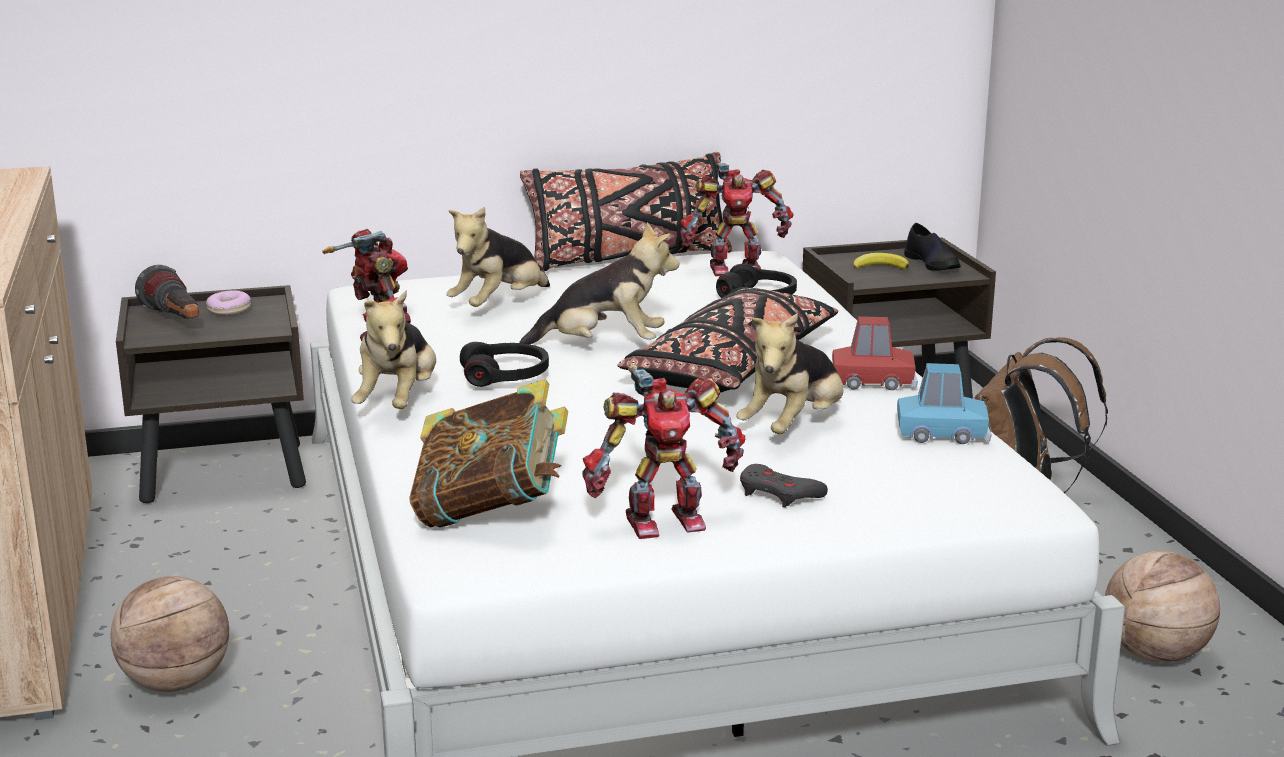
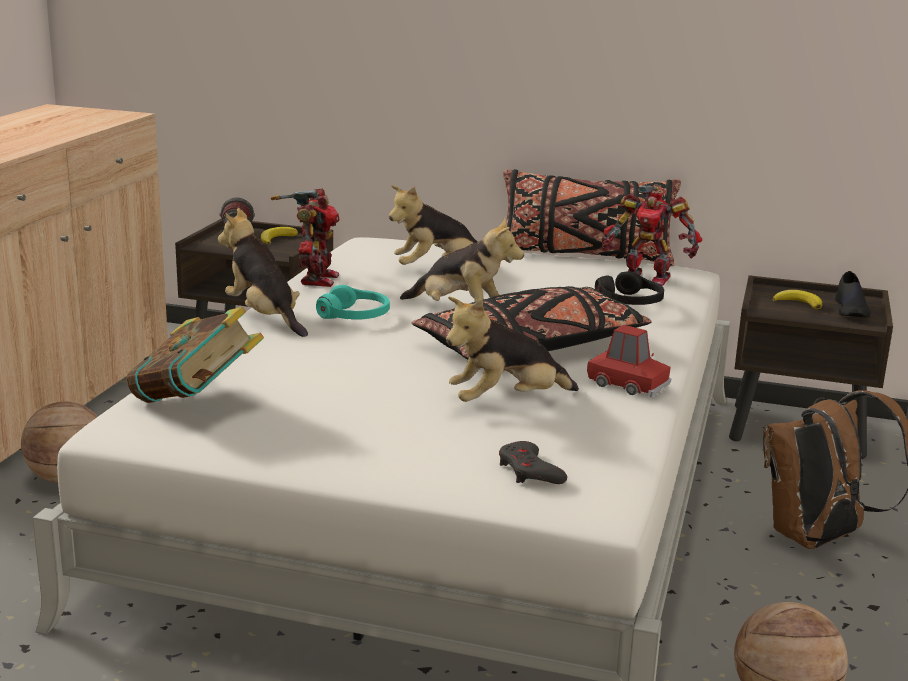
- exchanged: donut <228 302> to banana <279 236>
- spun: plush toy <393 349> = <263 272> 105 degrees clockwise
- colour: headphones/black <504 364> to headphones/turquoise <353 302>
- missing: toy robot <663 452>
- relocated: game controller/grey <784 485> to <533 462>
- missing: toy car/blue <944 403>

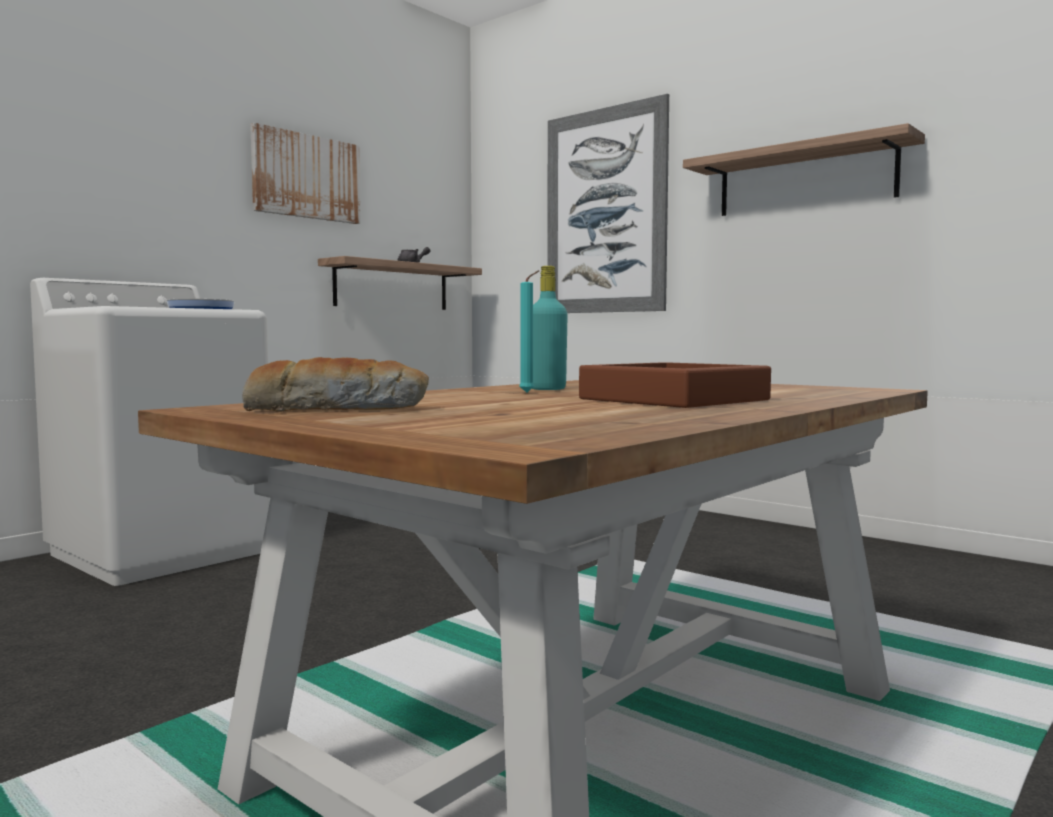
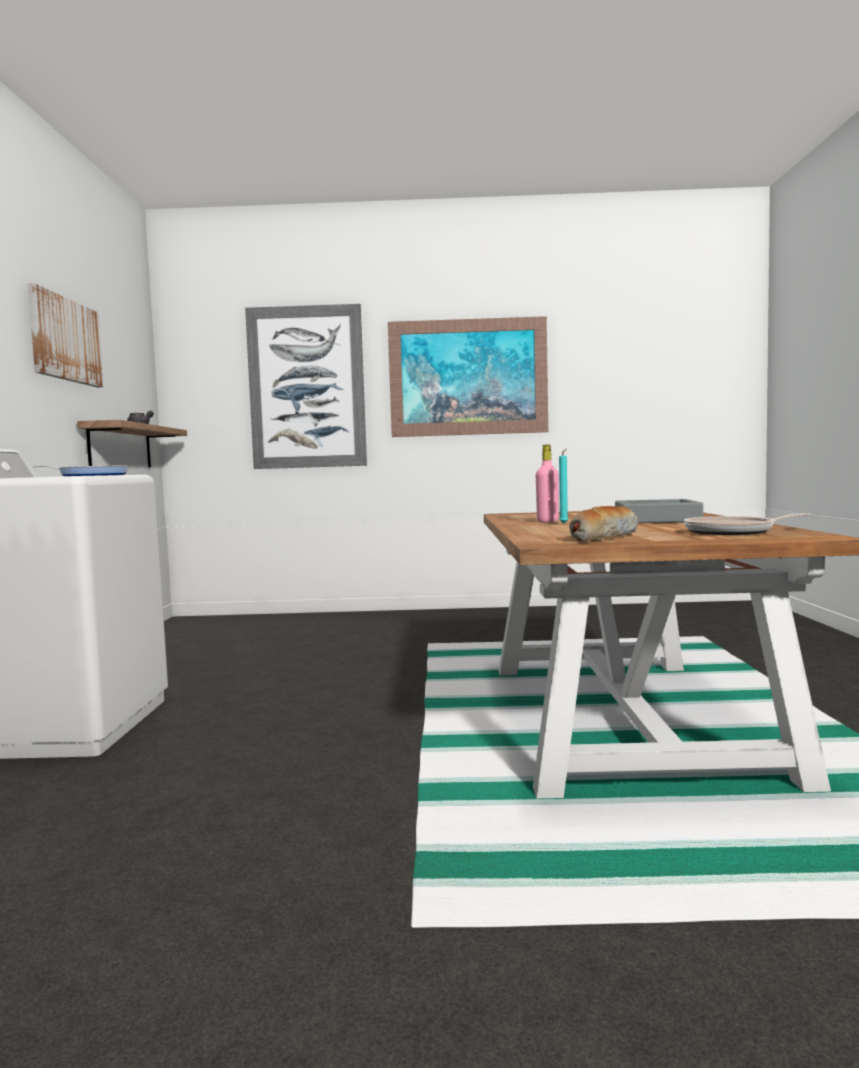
- colour: bottle/turquoise <550 328> to bottle/pink <547 483>
- colour: tray/brown <675 385> to tray/grey <659 511>
- exchanged: shelf <804 169> to picture <468 376>
- appeared: frying pan <748 524>

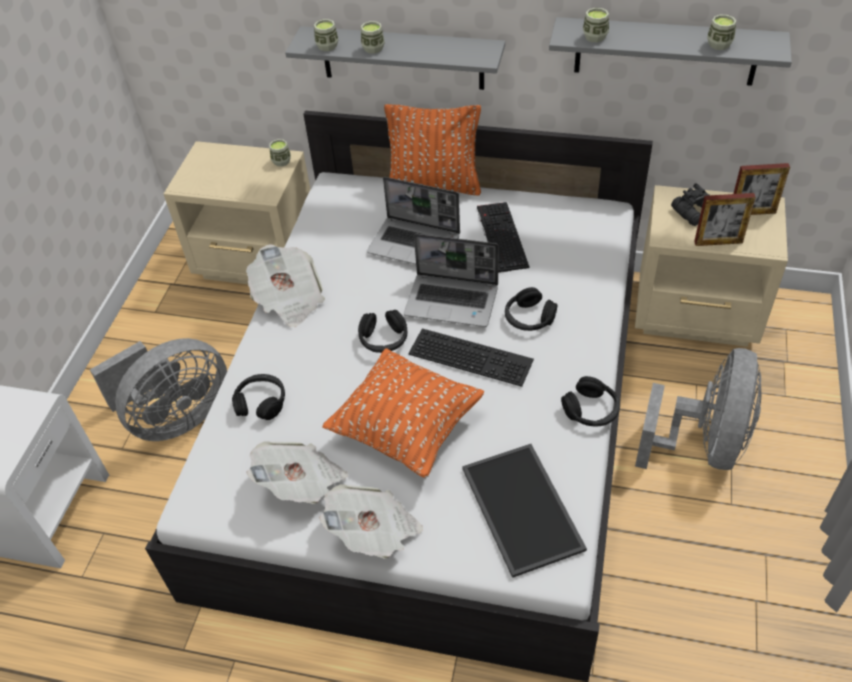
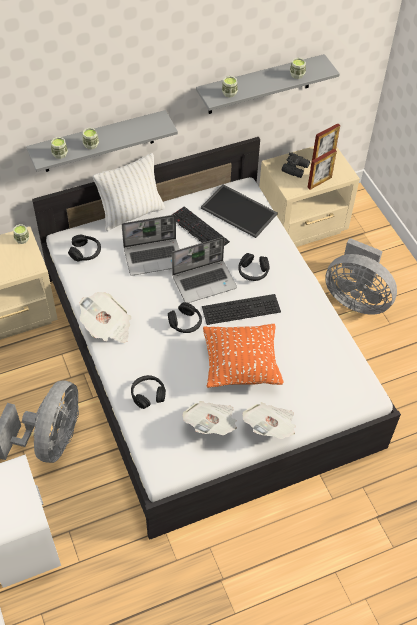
- colour: pillow/orange <432 150> to pillow/white <129 192>
- relocated: tray <524 511> to <239 211>
- relocated: headphones/black <590 401> to <84 248>
- spun: fan/grey <698 409> = <361 276> 135 degrees clockwise

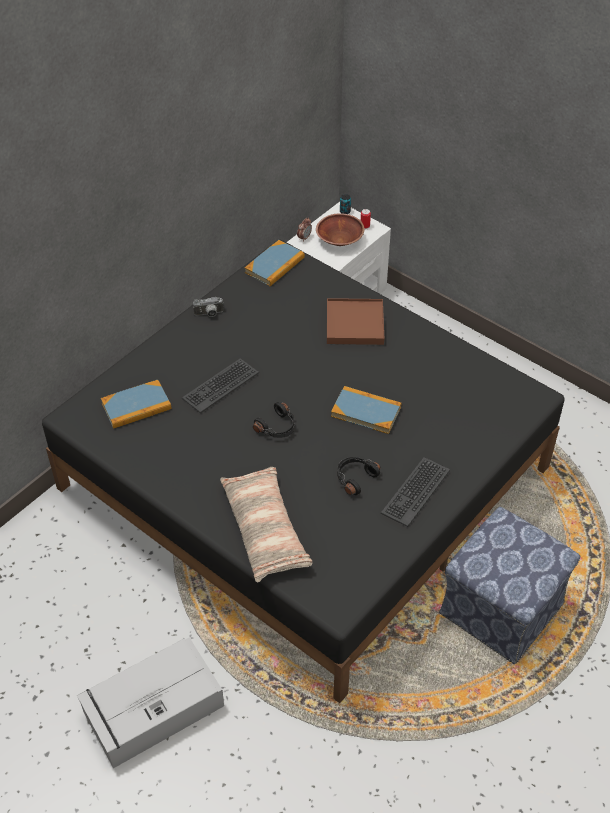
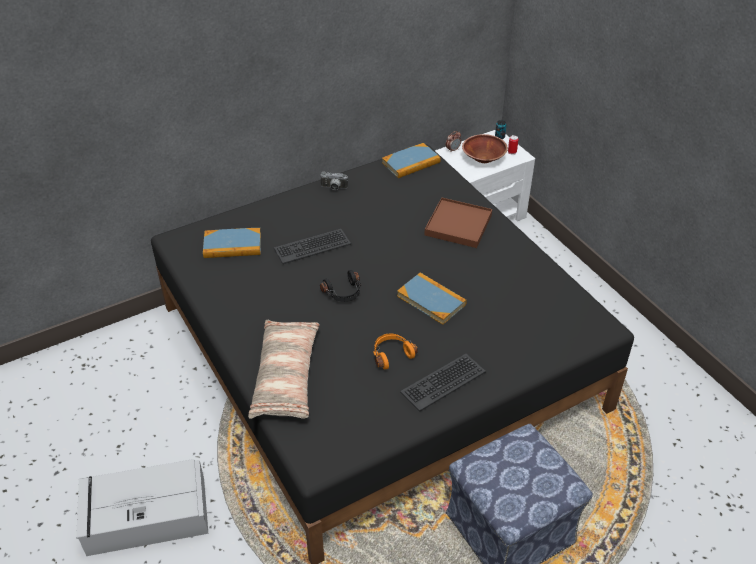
- colour: headphones/black <359 476> to headphones/orange <395 351>

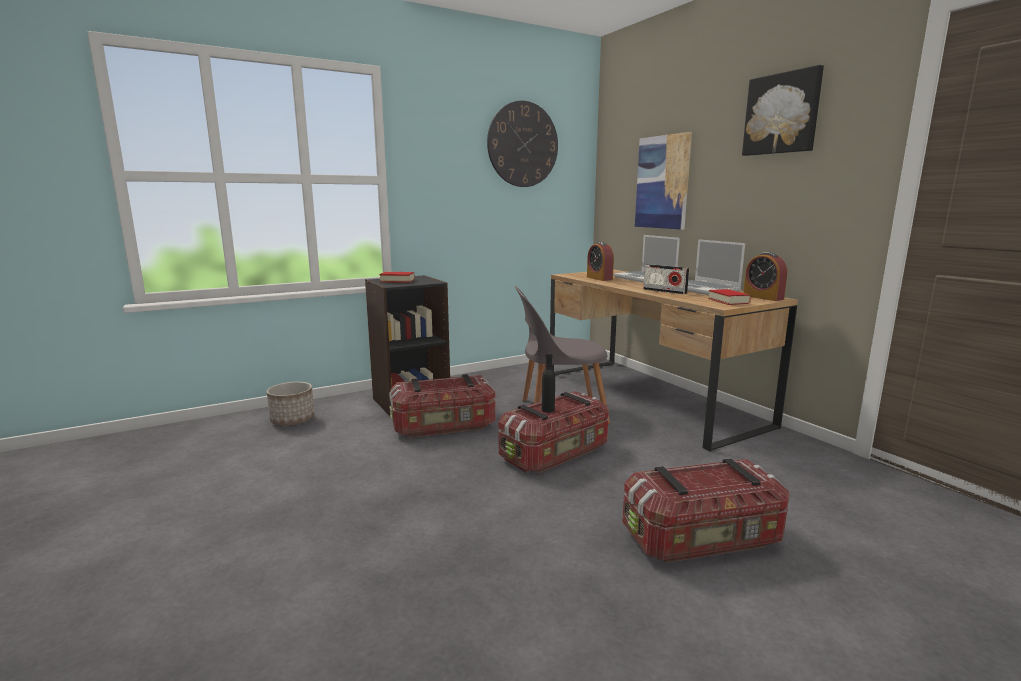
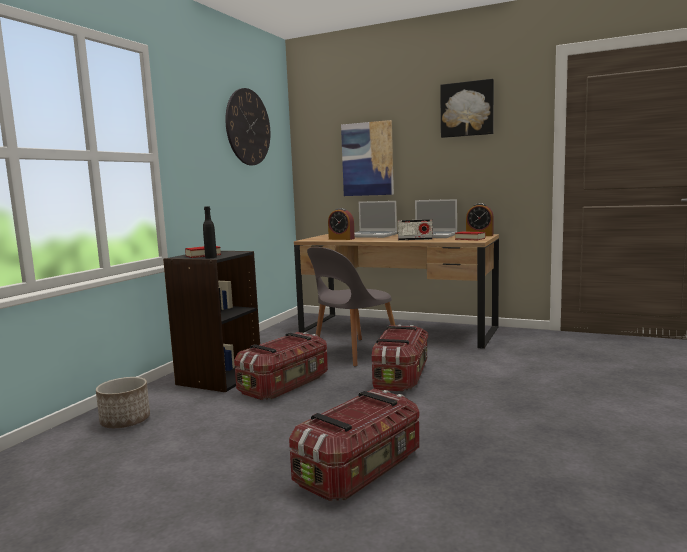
- relocated: bottle/black <548 383> to <210 232>
- relocated: storage box <706 511> to <354 445>

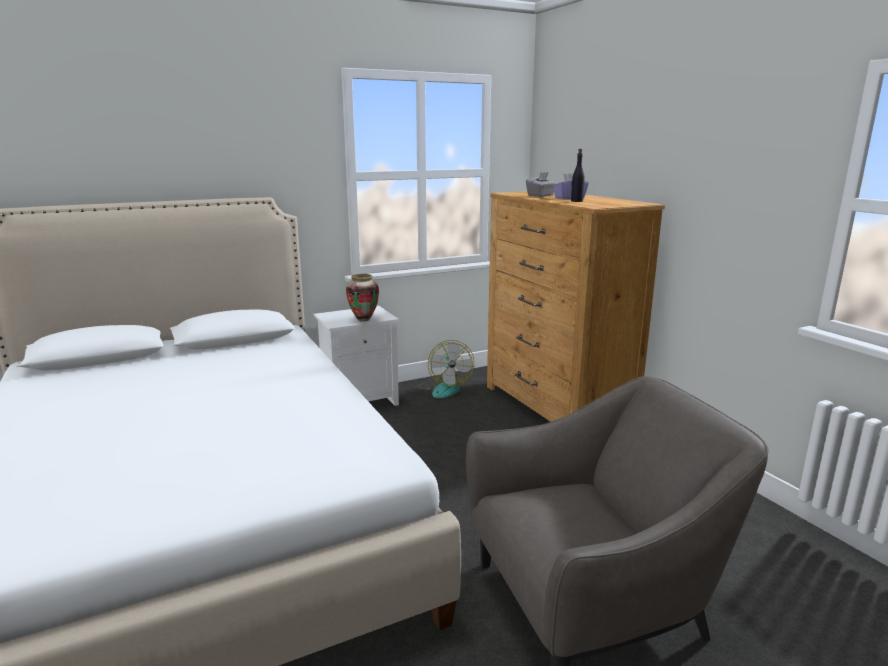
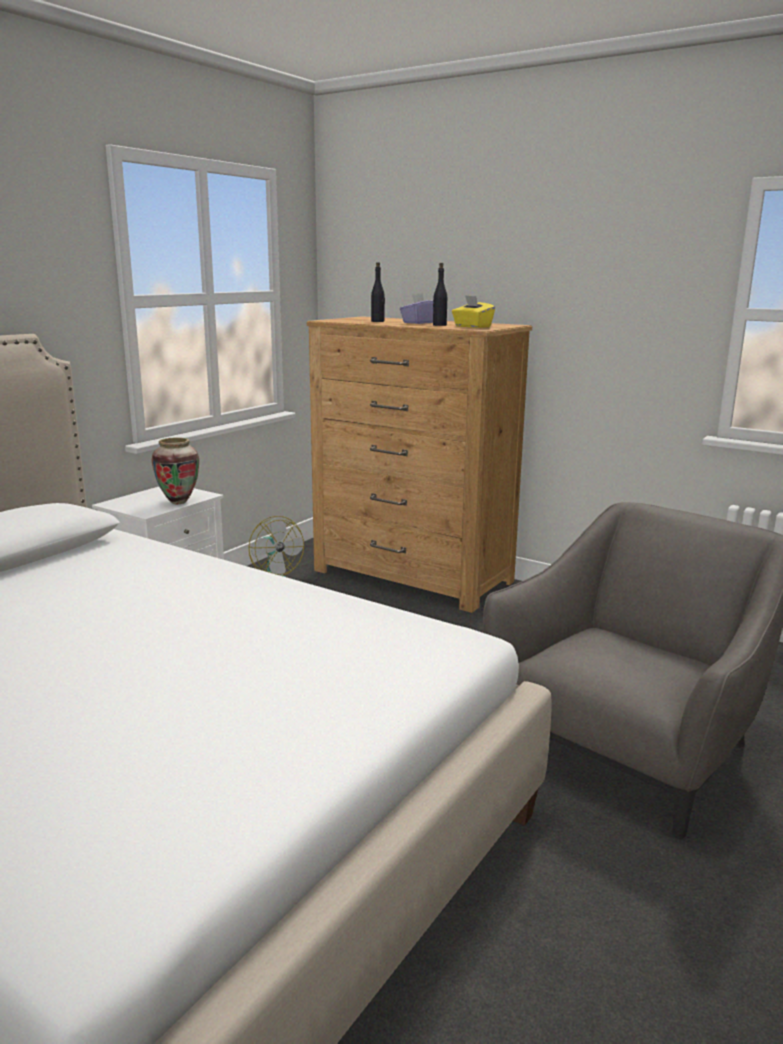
- exchanged: tissue box/grey <541 184> to bottle/black <378 292>
- appeared: tissue box/yellow <473 311>

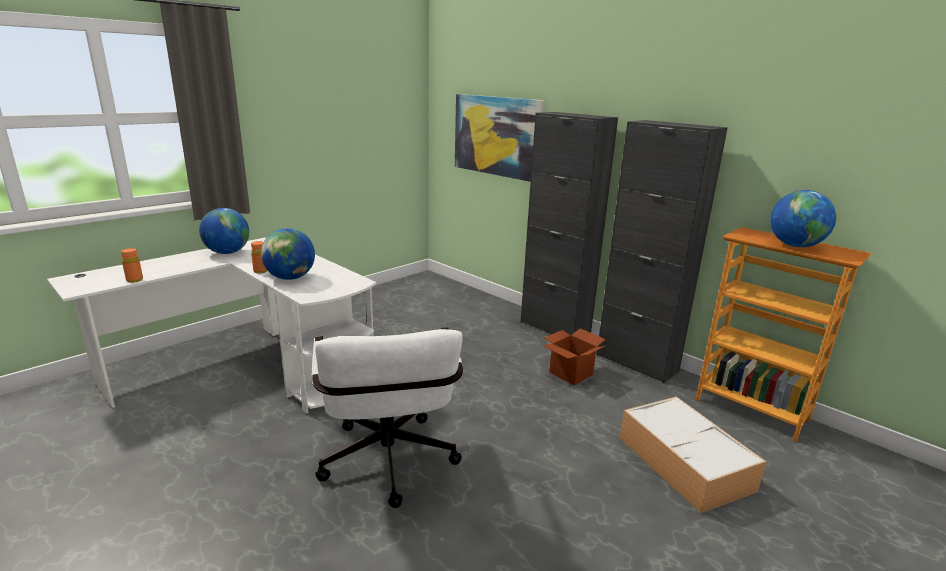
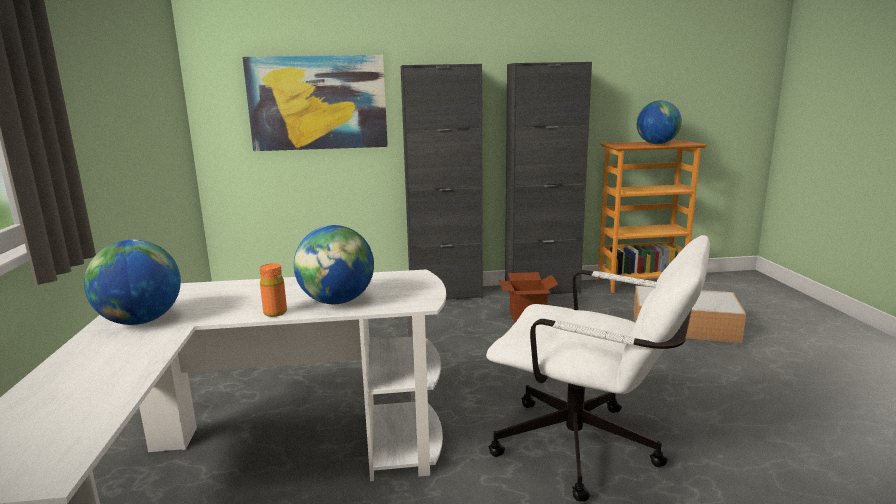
- missing: bottle/orange <132 265>

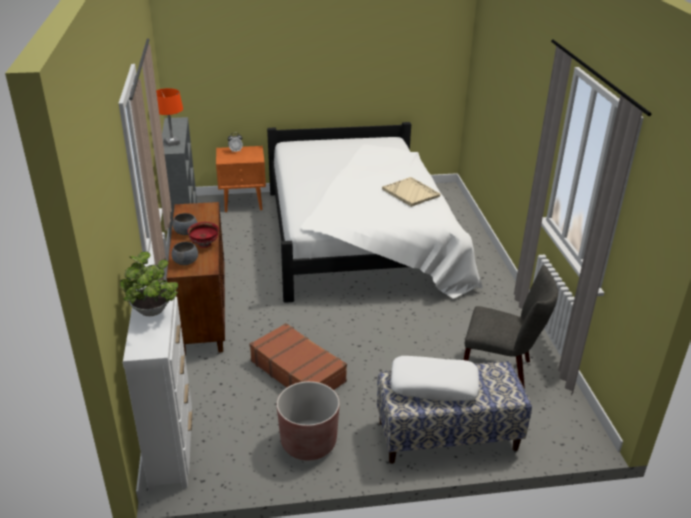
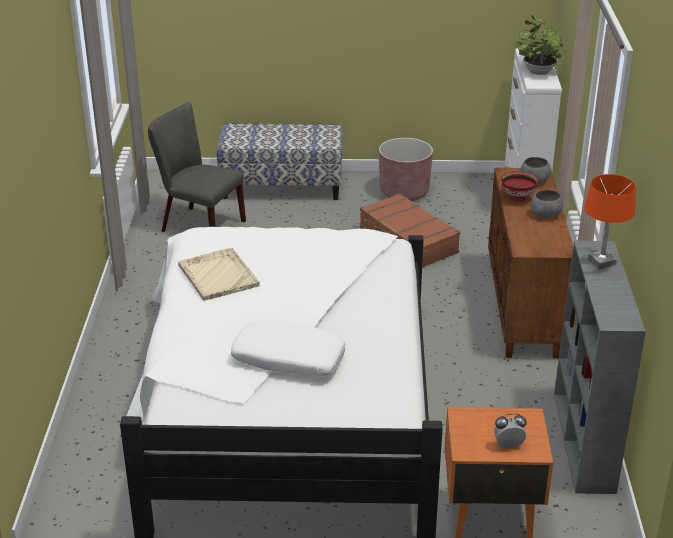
- relocated: pillow/white <434 378> to <288 348>

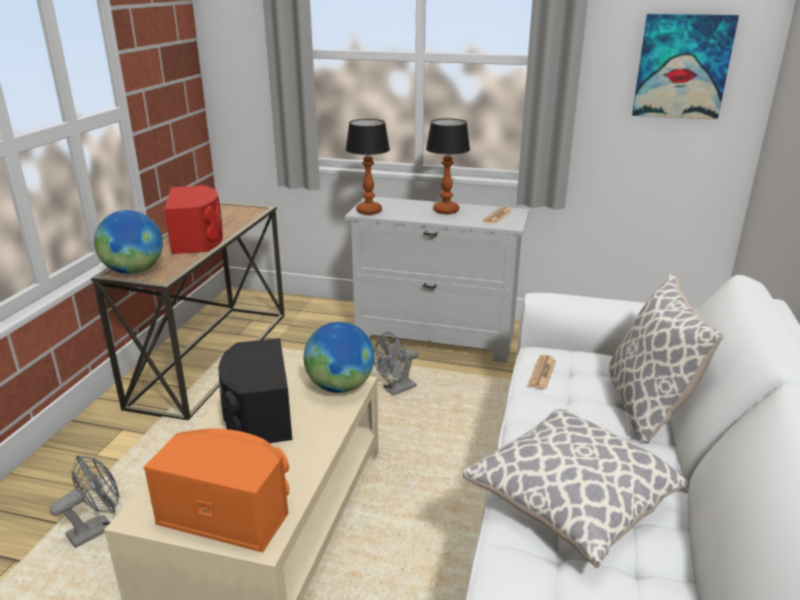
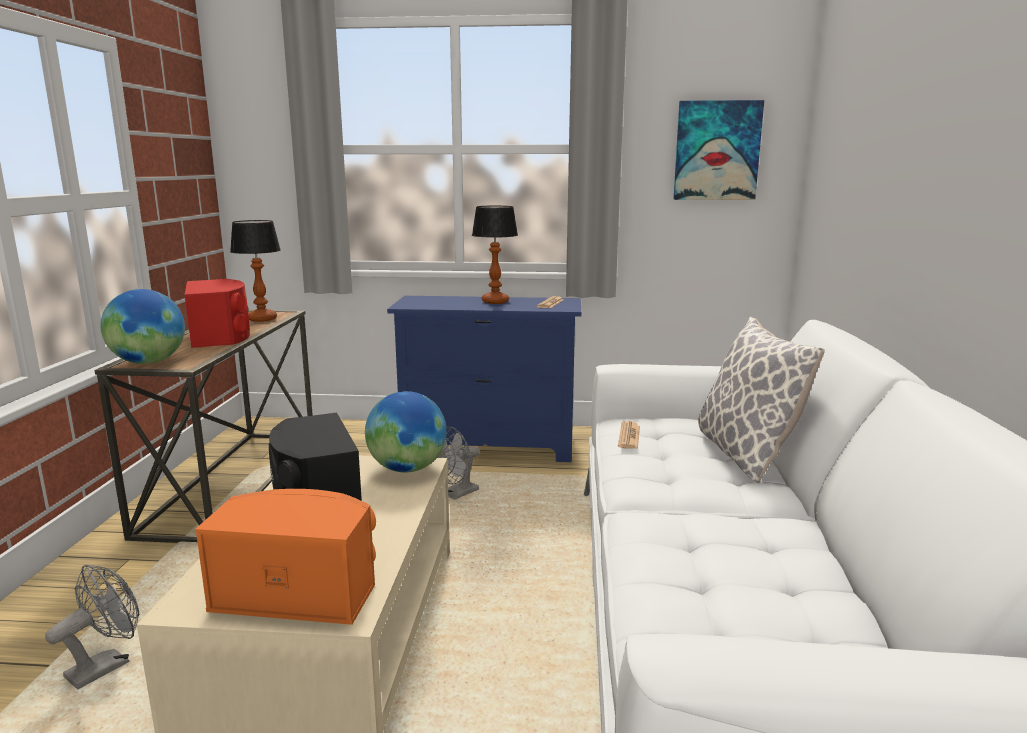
- colour: dresser/white <437 280> to dresser/blue <484 379>
- relocated: table lamp <368 167> to <255 271>
- missing: pillow <575 488>

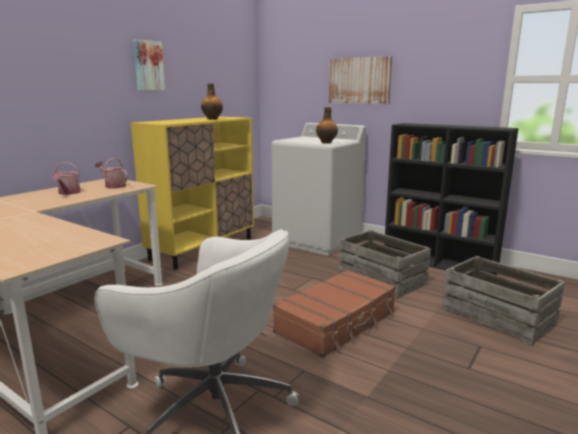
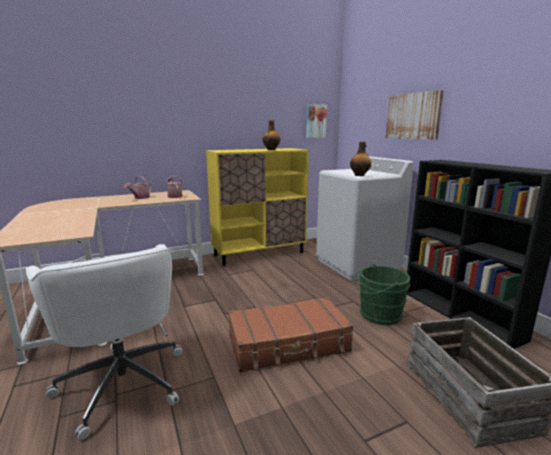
- relocated: picture <149 64> to <316 121>
- exchanged: crate <384 264> to bucket/green <382 294>

